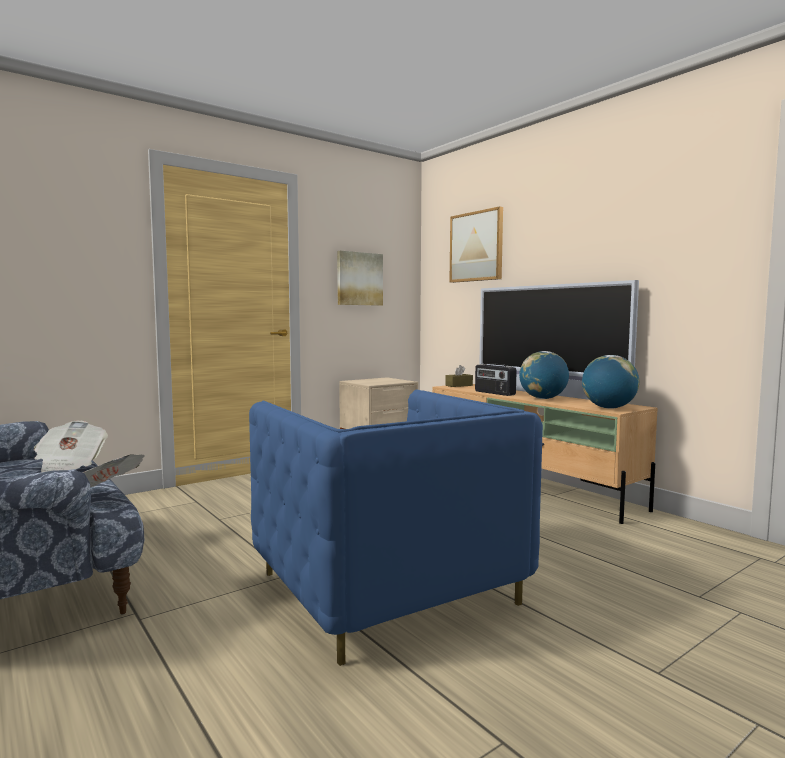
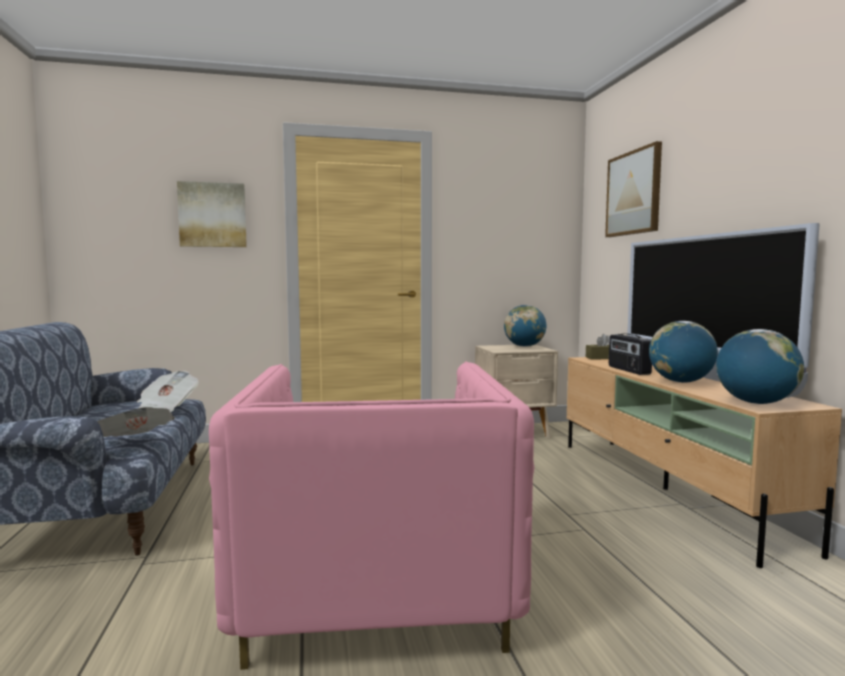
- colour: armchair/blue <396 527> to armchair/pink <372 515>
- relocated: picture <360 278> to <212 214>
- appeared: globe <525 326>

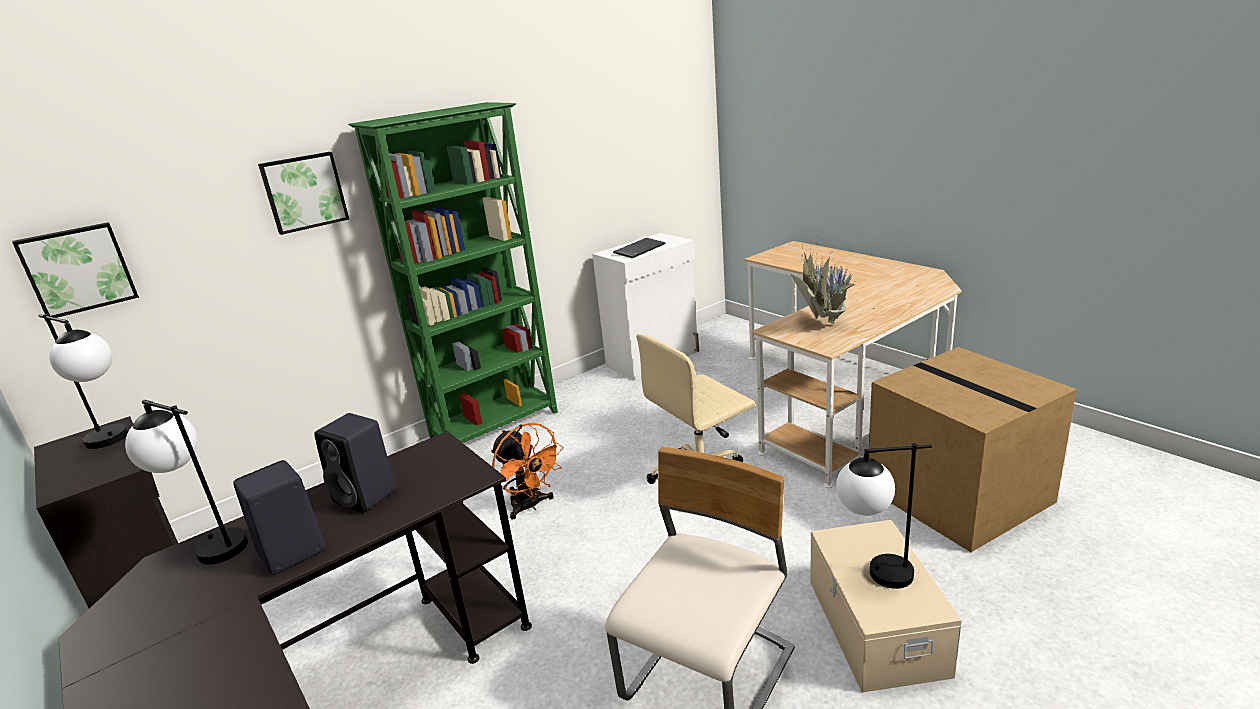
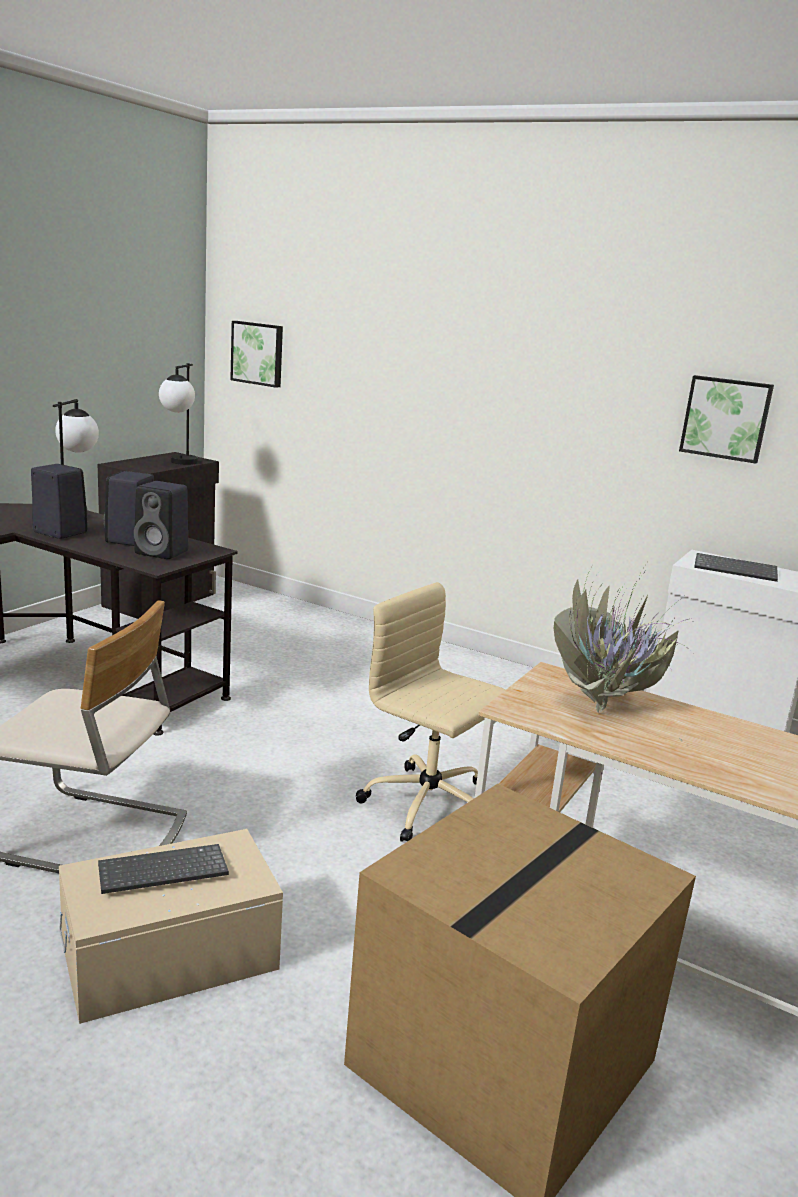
- relocated: picture <303 193> to <726 419>
- missing: bookcase/green <453 272>
- missing: fan/orange <527 471>
- exchanged: table lamp <884 516> to keyboard <163 869>
- appeared: speaker/black <161 520>

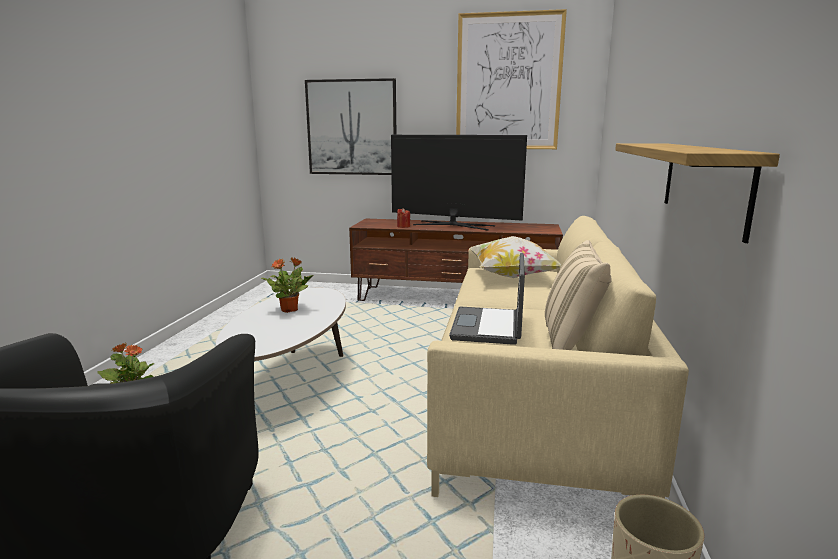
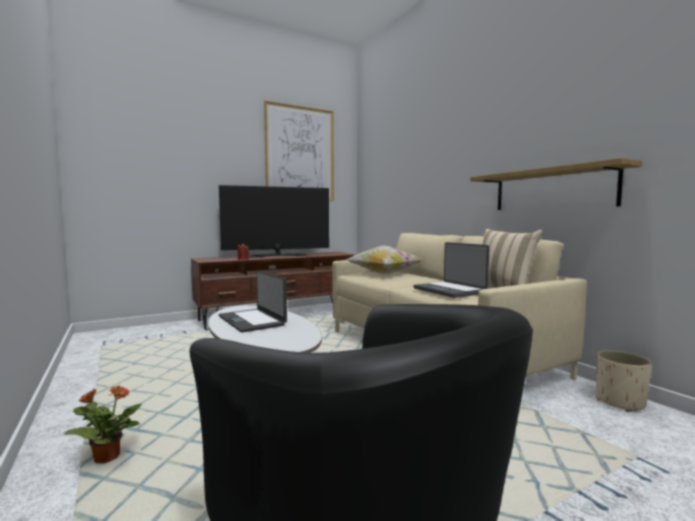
- exchanged: potted plant <287 285> to laptop <252 302>
- missing: picture <350 126>

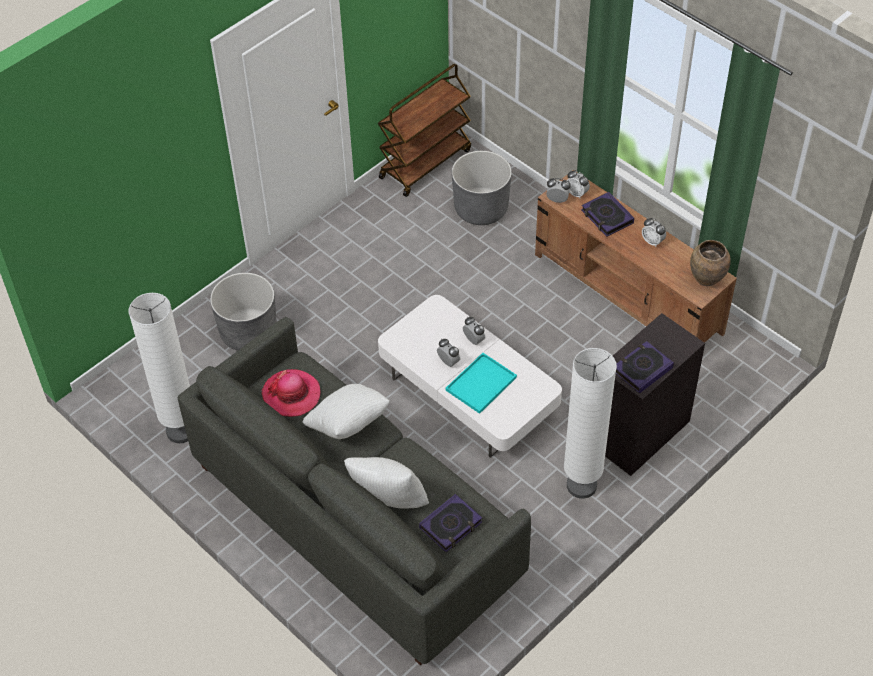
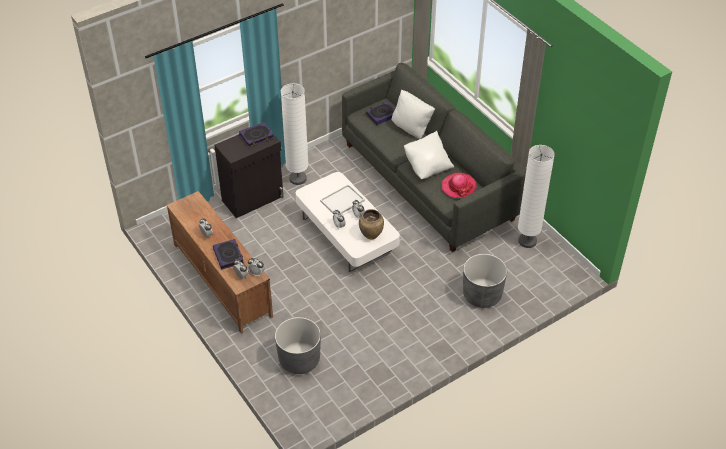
- missing: cart/brown <424 130>
- colour: tray/turquoise <481 383> to tray/white <342 199>
- relocated: vase/brown <710 263> to <371 224>

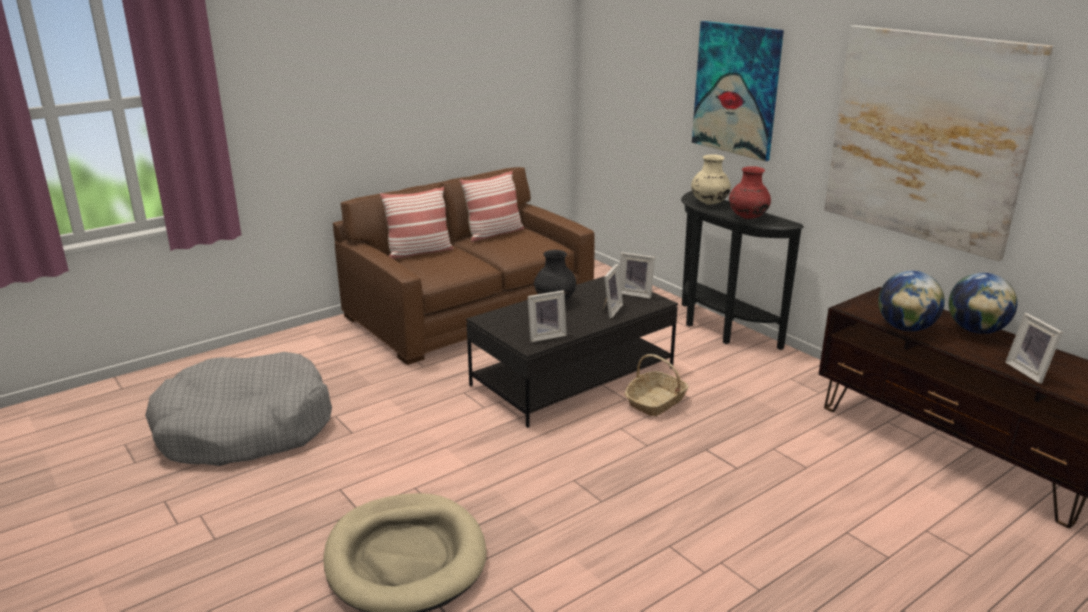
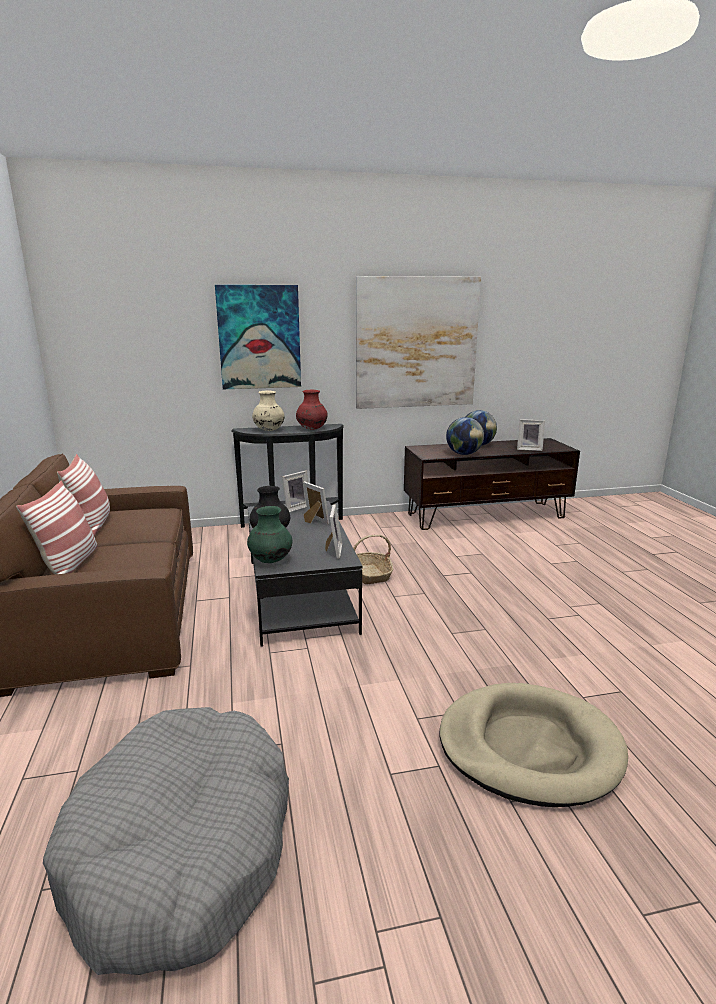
- appeared: vase/green <269 534>

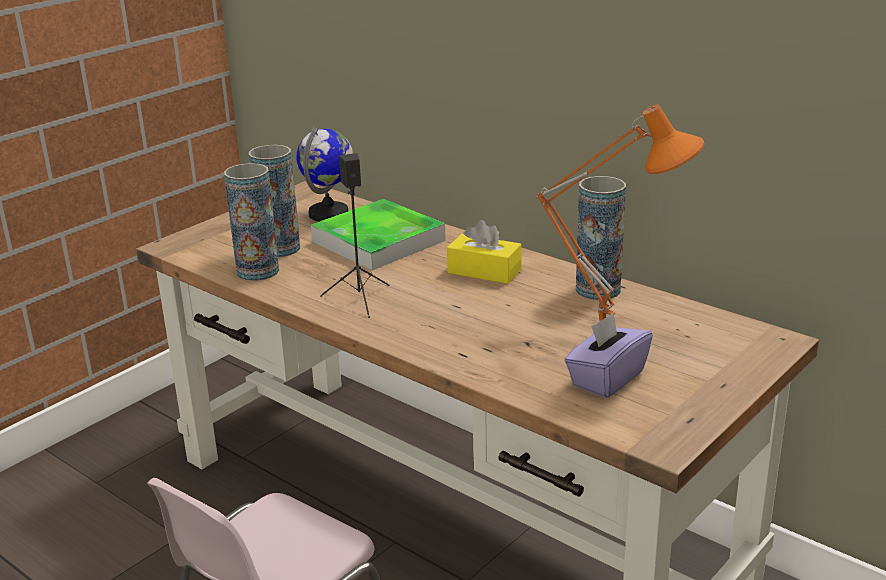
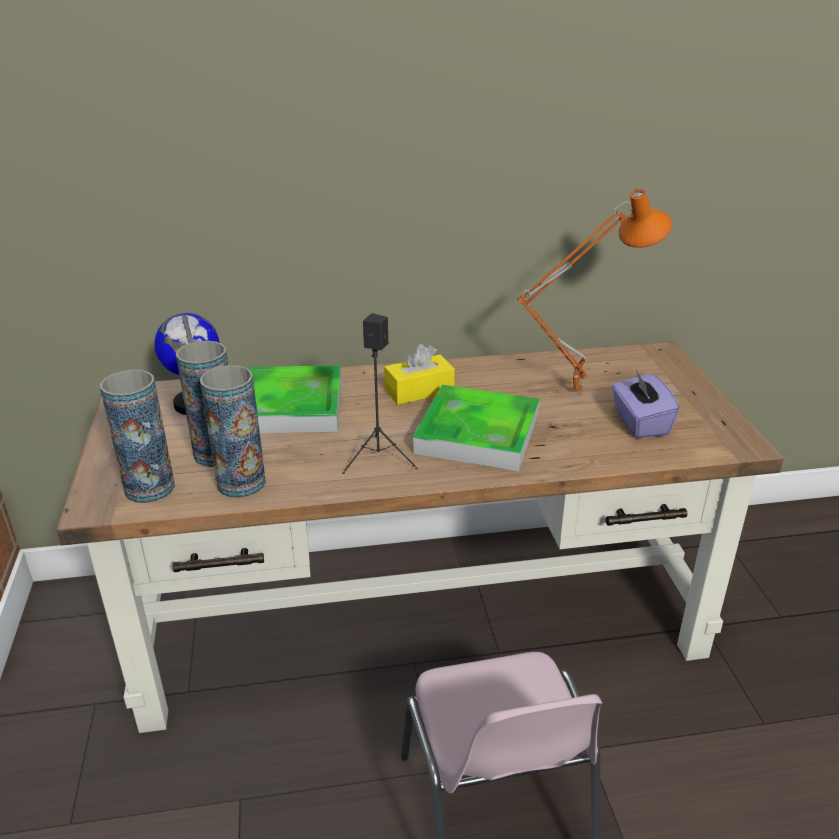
- relocated: vase <601 238> to <137 436>
- appeared: tray <476 428>

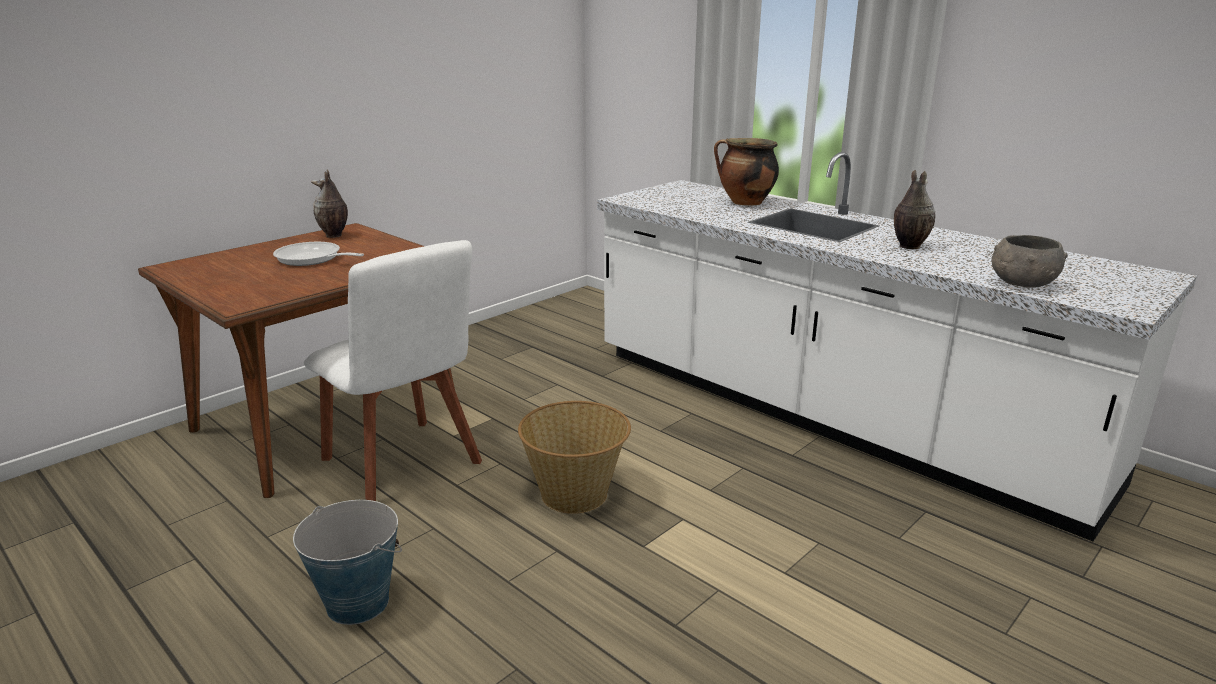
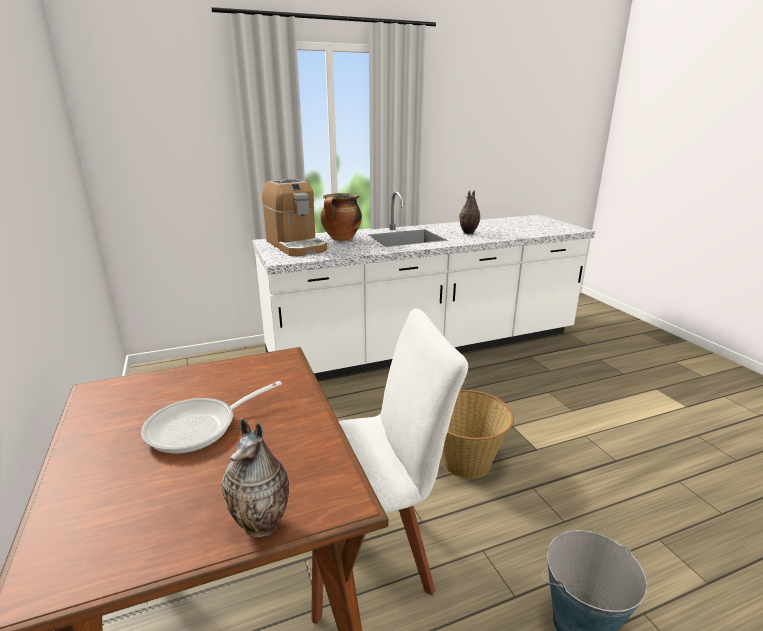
- relocated: vase <329 204> to <255 477>
- missing: bowl/grey <1029 261>
- appeared: coffee machine <294 217>

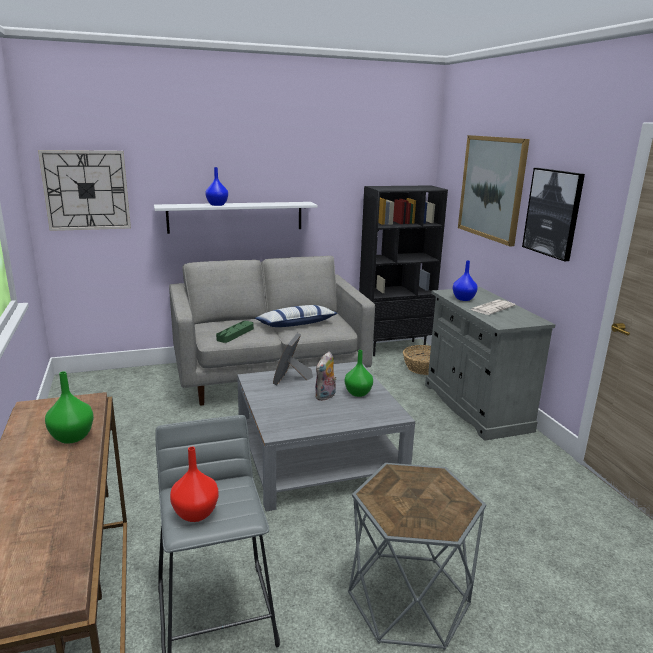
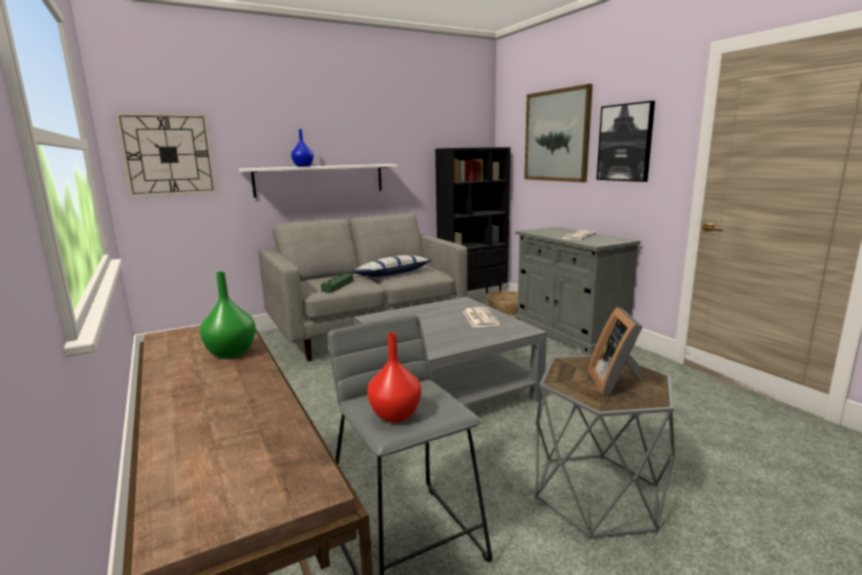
- relocated: picture frame <293 359> to <615 352>
- missing: plush toy <325 376>
- exchanged: vase/green <359 373> to newspaper <481 317>
- missing: vase/blue <465 280>

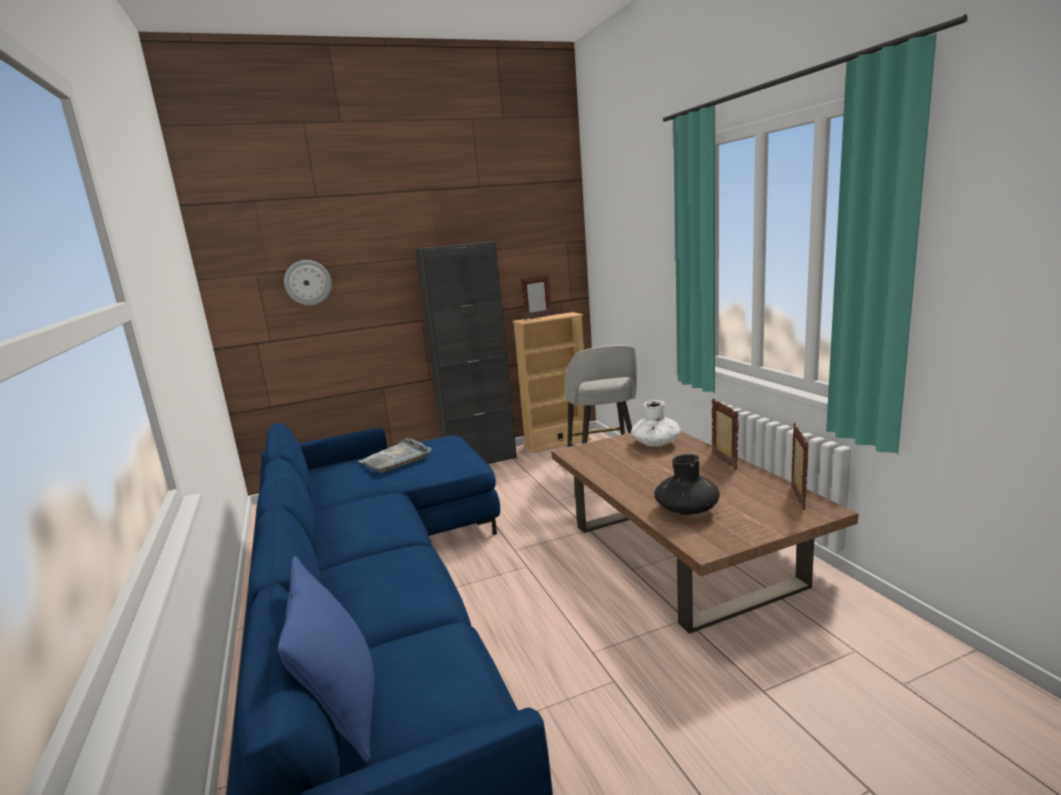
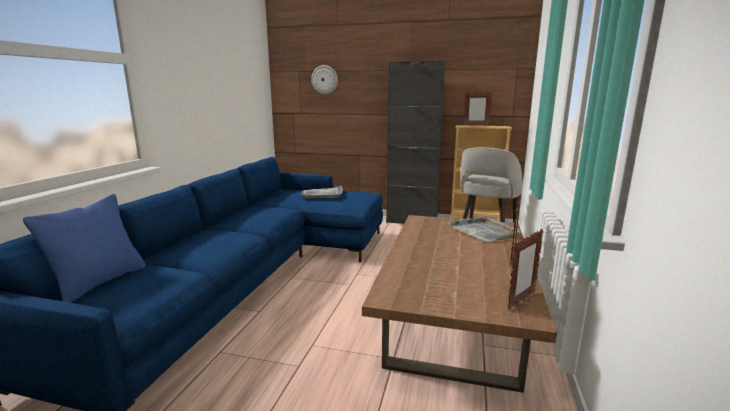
- exchanged: vase/white <656 423> to tray/grey <484 229>
- missing: vase/black <687 484>

